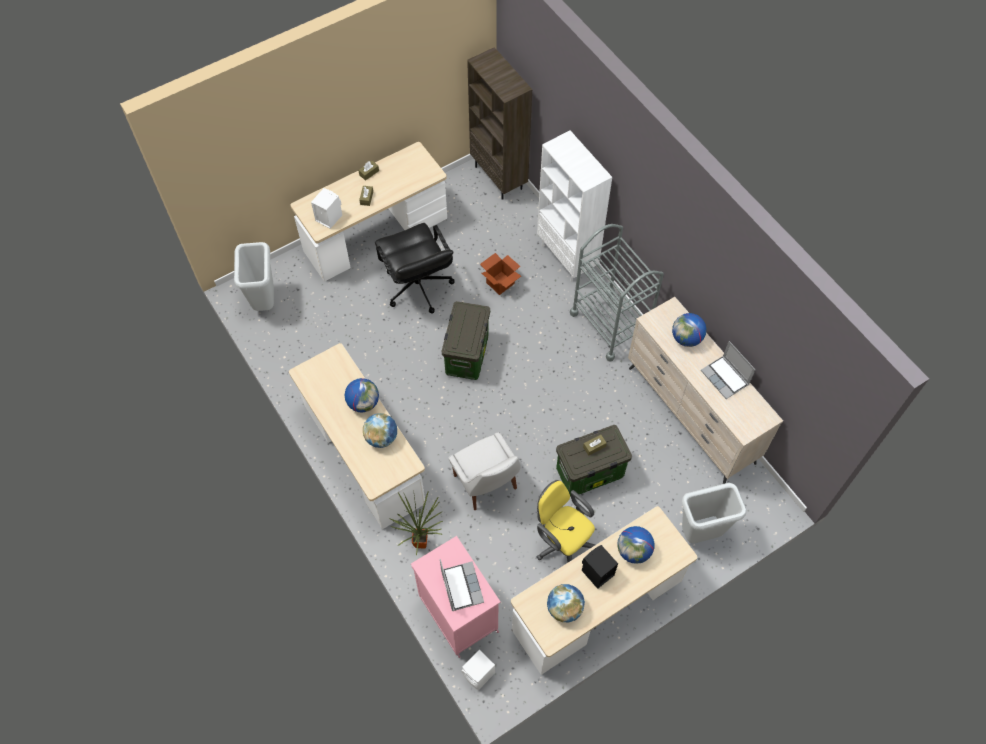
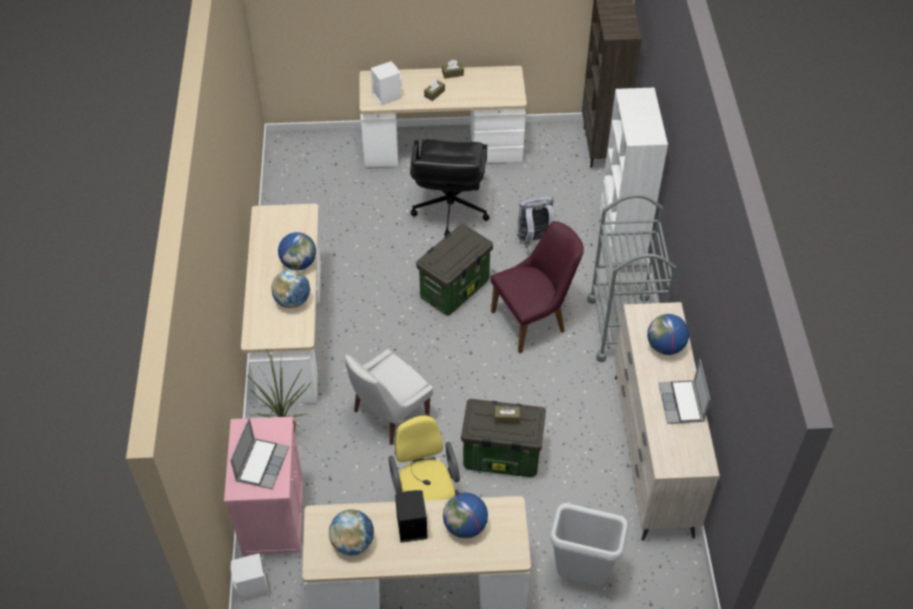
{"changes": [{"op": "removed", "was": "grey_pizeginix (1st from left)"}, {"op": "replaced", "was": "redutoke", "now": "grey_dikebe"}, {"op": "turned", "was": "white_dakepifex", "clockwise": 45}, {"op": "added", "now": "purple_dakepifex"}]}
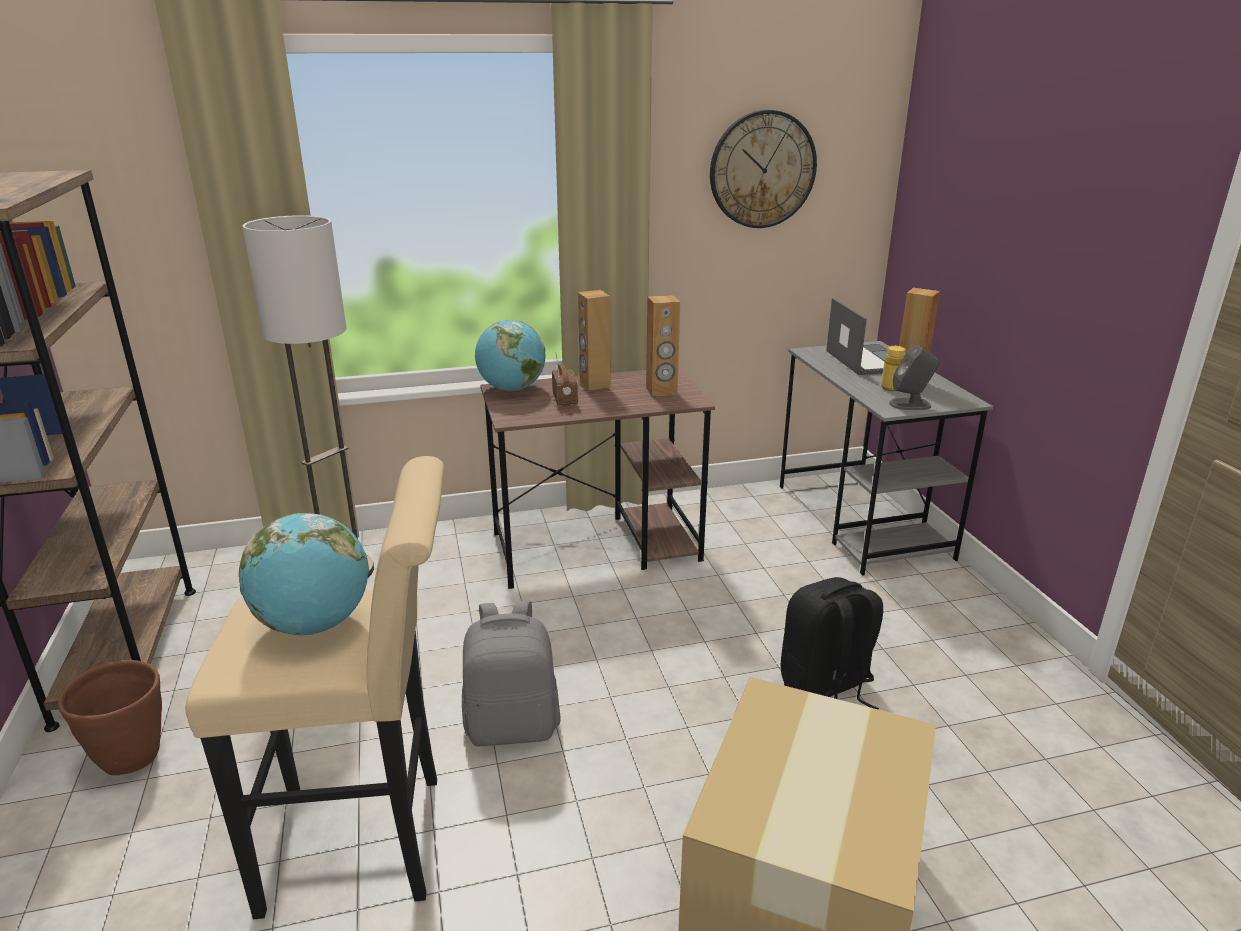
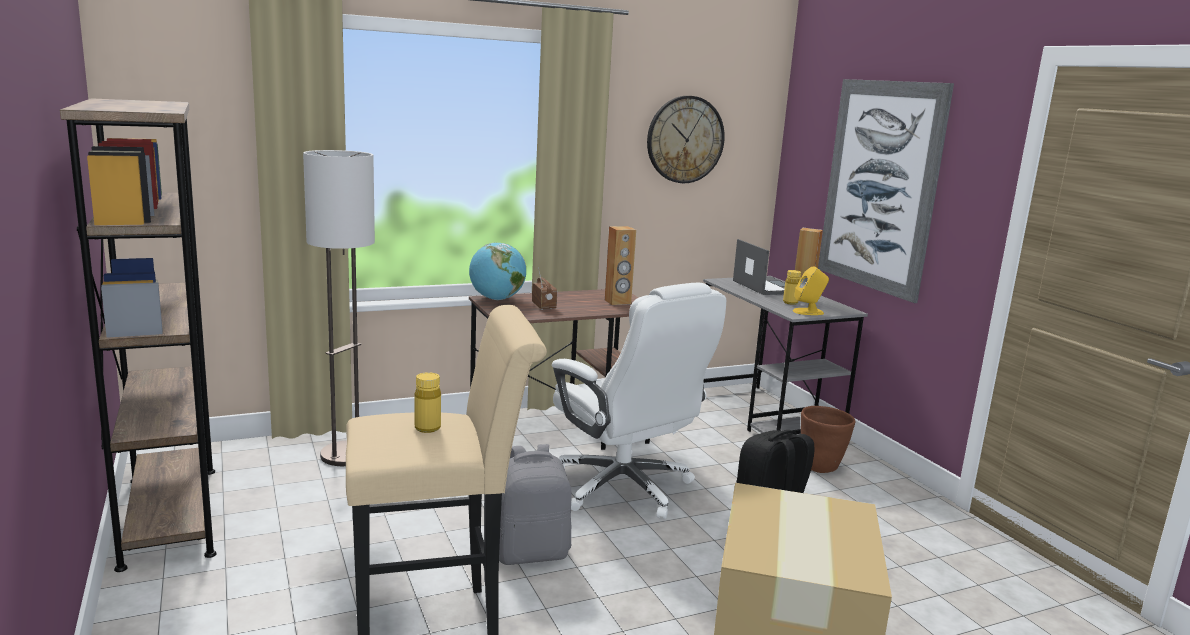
{"changes": [{"op": "removed", "was": "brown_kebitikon (1st from left)"}, {"op": "recoloured", "was": "grey_kebitikon", "now": "yellow_kebitikon"}, {"op": "replaced", "was": "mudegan (1st from left)", "now": "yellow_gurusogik (1st from left)"}, {"op": "moved", "was": "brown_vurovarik"}, {"op": "added", "now": "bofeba"}, {"op": "added", "now": "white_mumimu"}]}
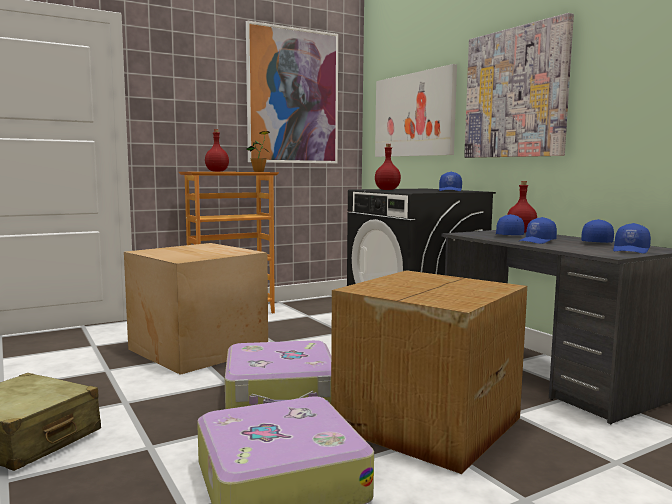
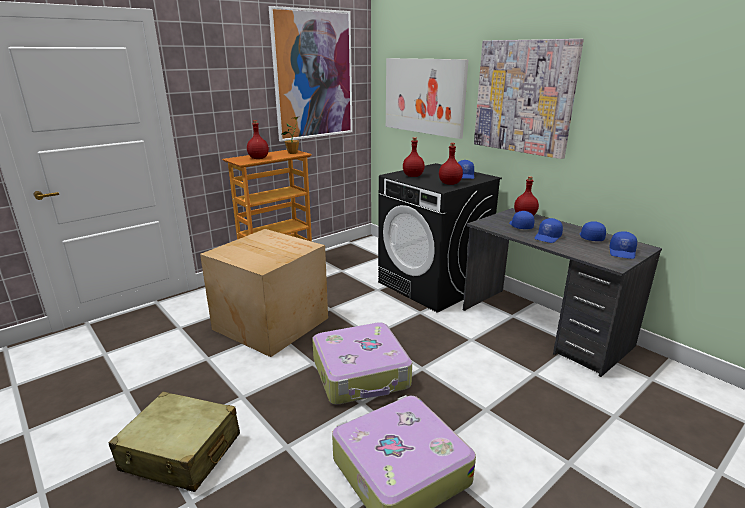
{"changes": [{"op": "removed", "was": "redutoke (2nd from left)"}, {"op": "added", "now": "red_gurusogik (3rd from left)"}]}
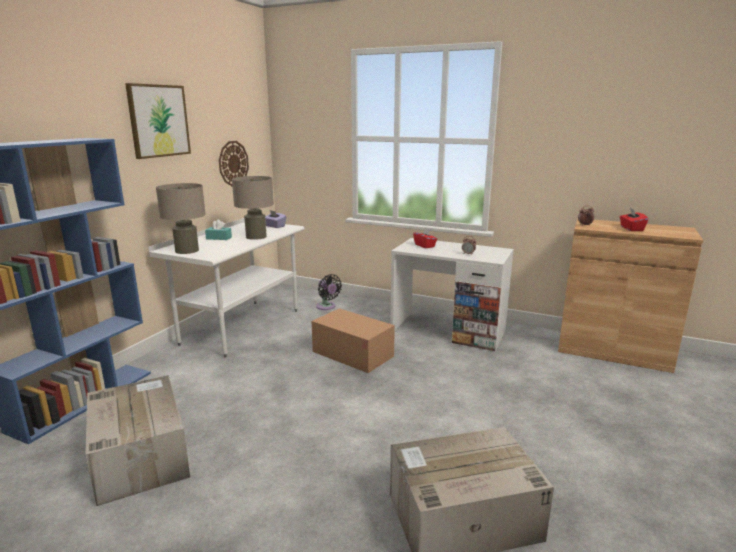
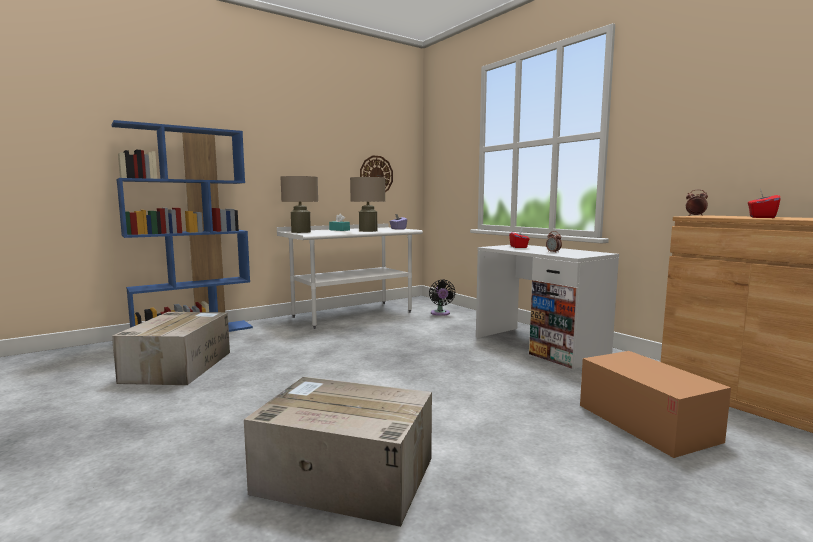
{"changes": [{"op": "removed", "was": "bofeba"}, {"op": "moved", "was": "redutoke (2nd from left in the first image)", "now": "redutoke (3rd from left)"}]}
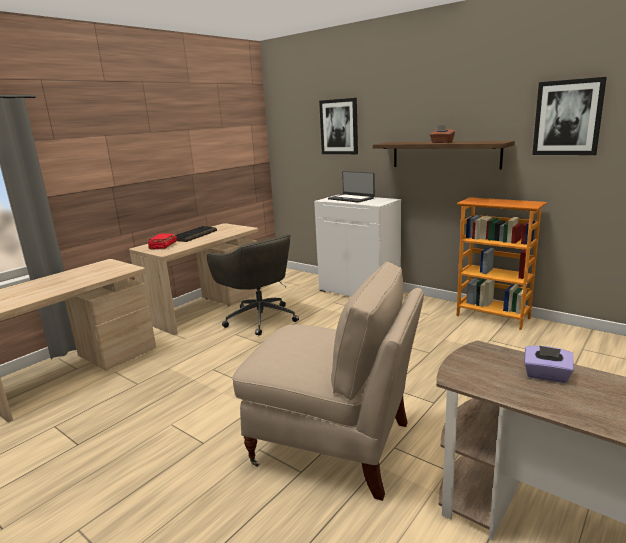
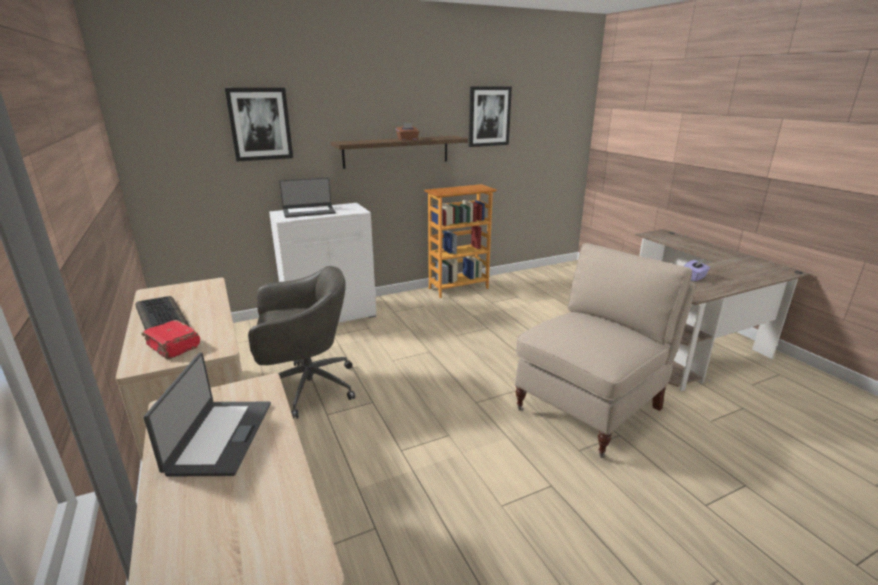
{"changes": [{"op": "added", "now": "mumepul (1st from left)"}]}
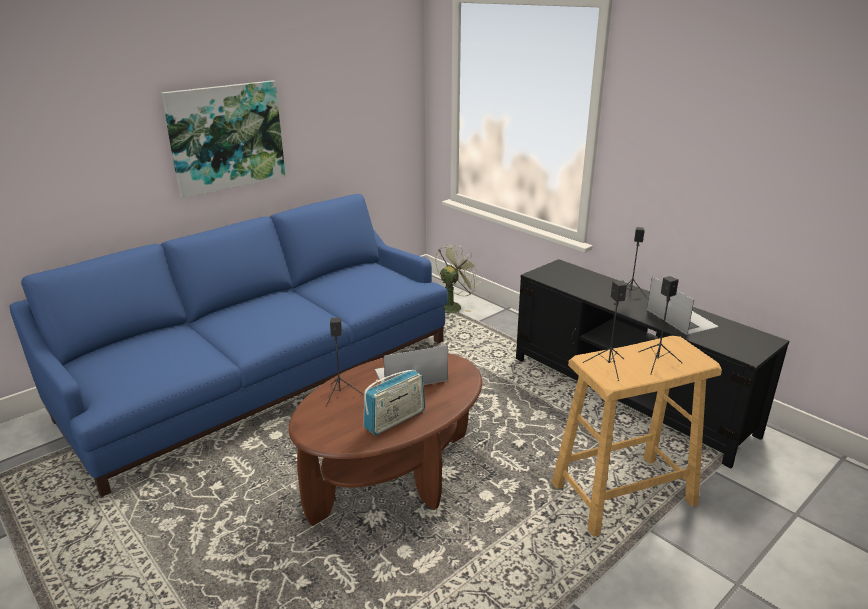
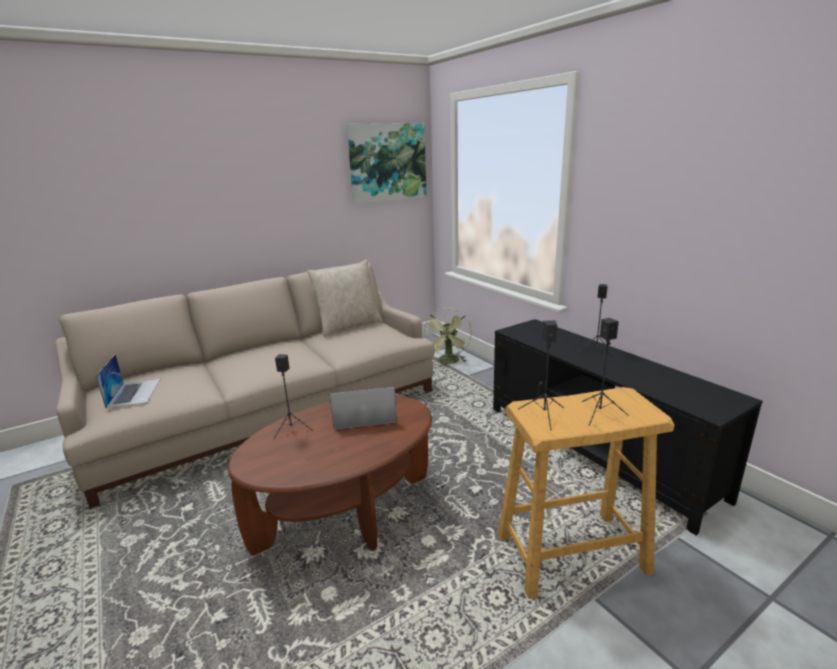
{"changes": [{"op": "moved", "was": "bofeba"}, {"op": "recoloured", "was": "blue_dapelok", "now": "beige_dapelok"}, {"op": "turned", "was": "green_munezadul", "clockwise": 135}, {"op": "moved", "was": "mumepul (2nd from left in the first image)", "now": "mumepul (1st from left)"}, {"op": "removed", "was": "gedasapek"}, {"op": "added", "now": "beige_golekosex"}]}
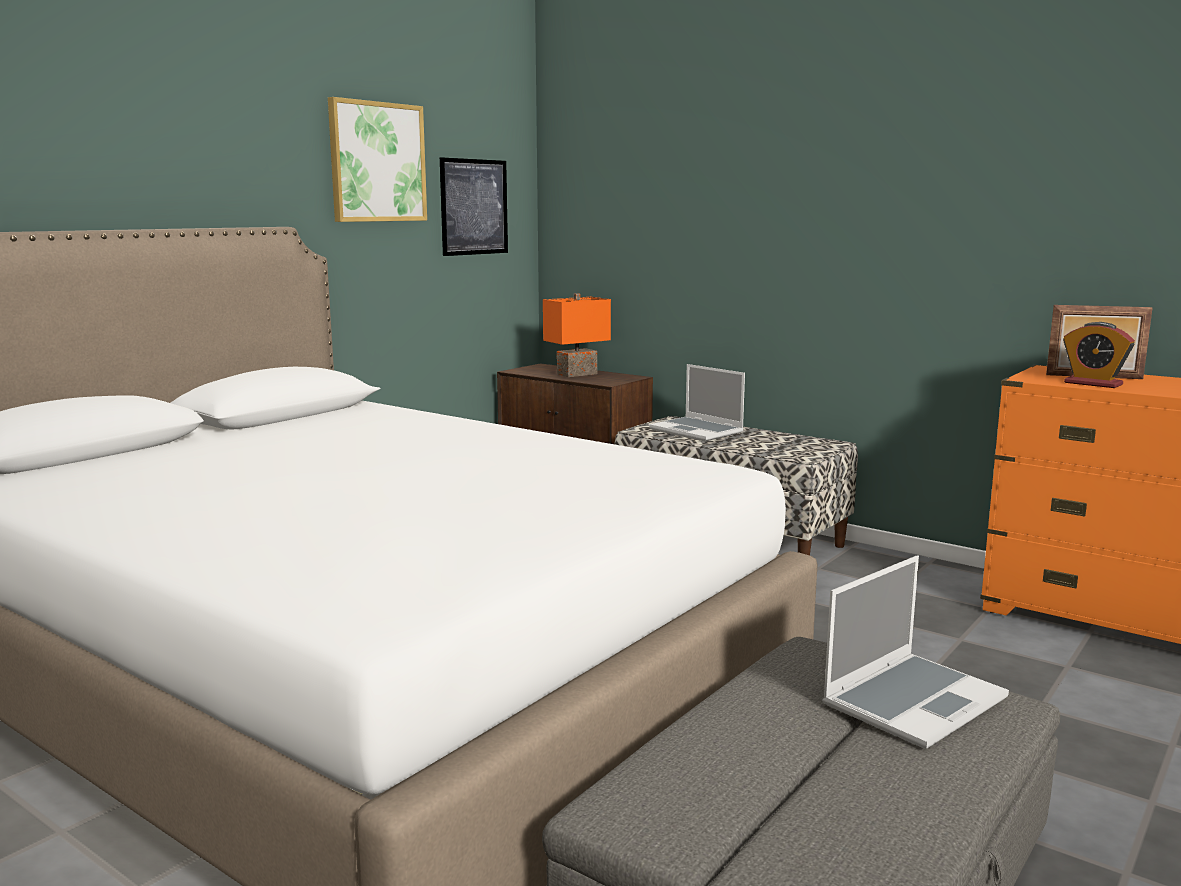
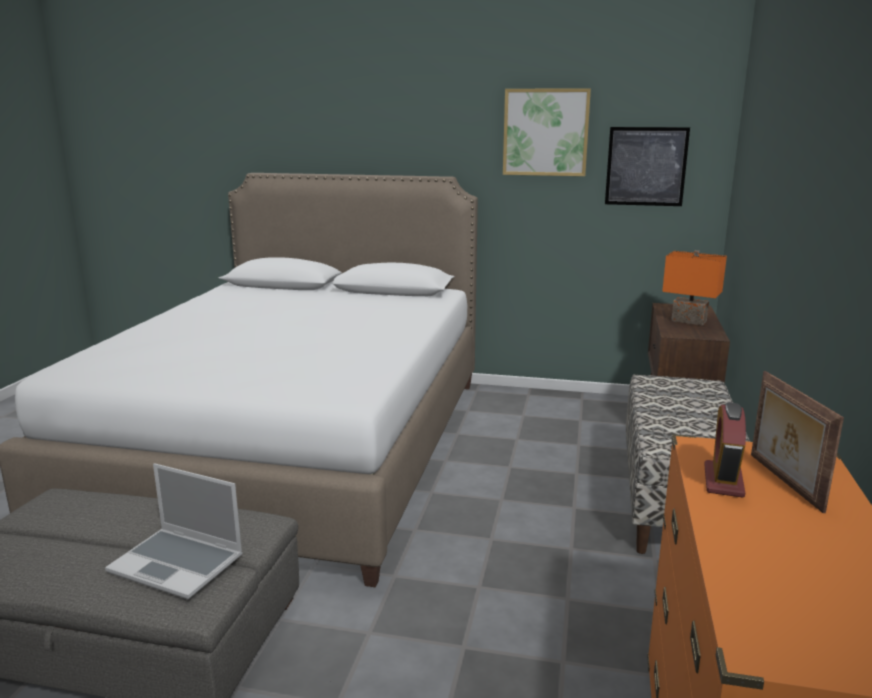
{"changes": [{"op": "removed", "was": "mumepul (1st from left)"}]}
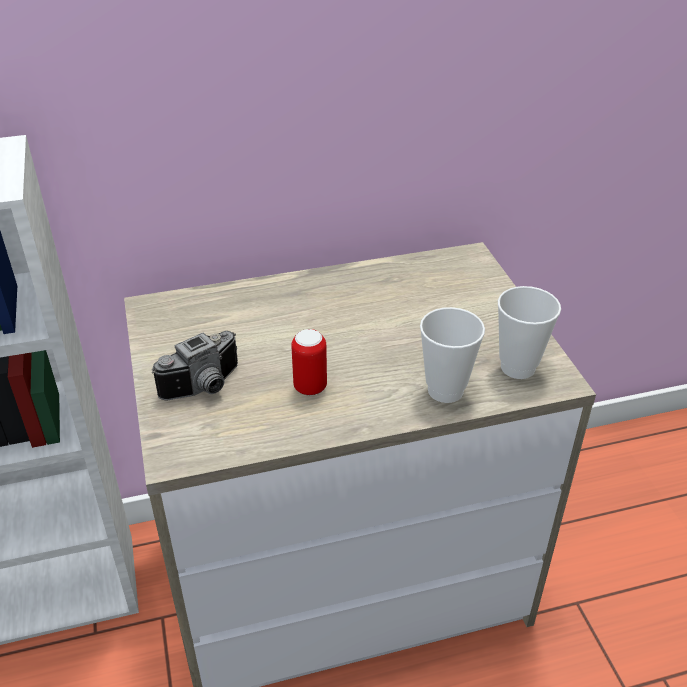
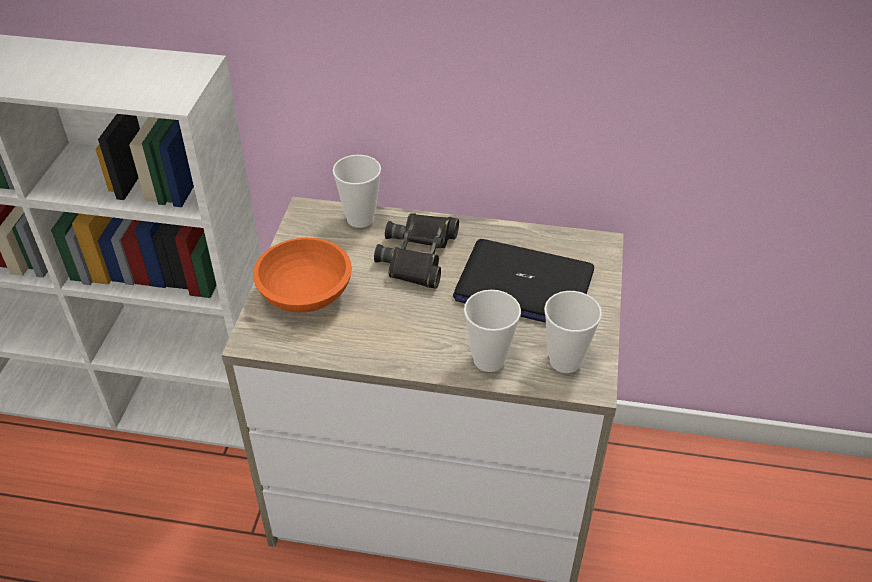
{"changes": [{"op": "removed", "was": "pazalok"}, {"op": "replaced", "was": "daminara", "now": "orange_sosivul"}, {"op": "added", "now": "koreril (1st from left)"}, {"op": "added", "now": "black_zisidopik"}, {"op": "added", "now": "mumepul"}]}
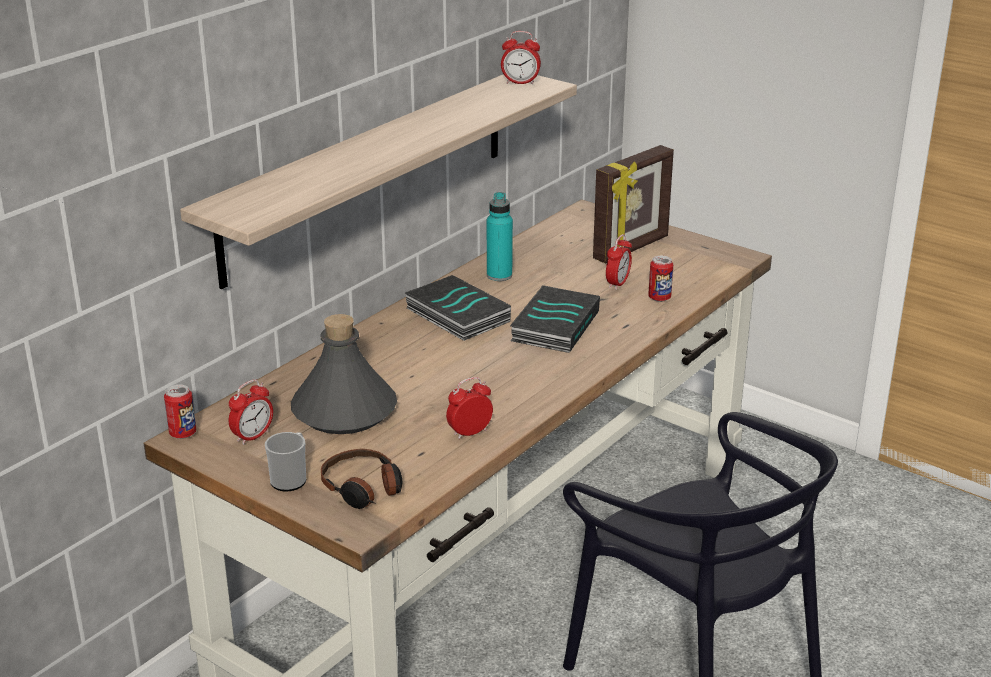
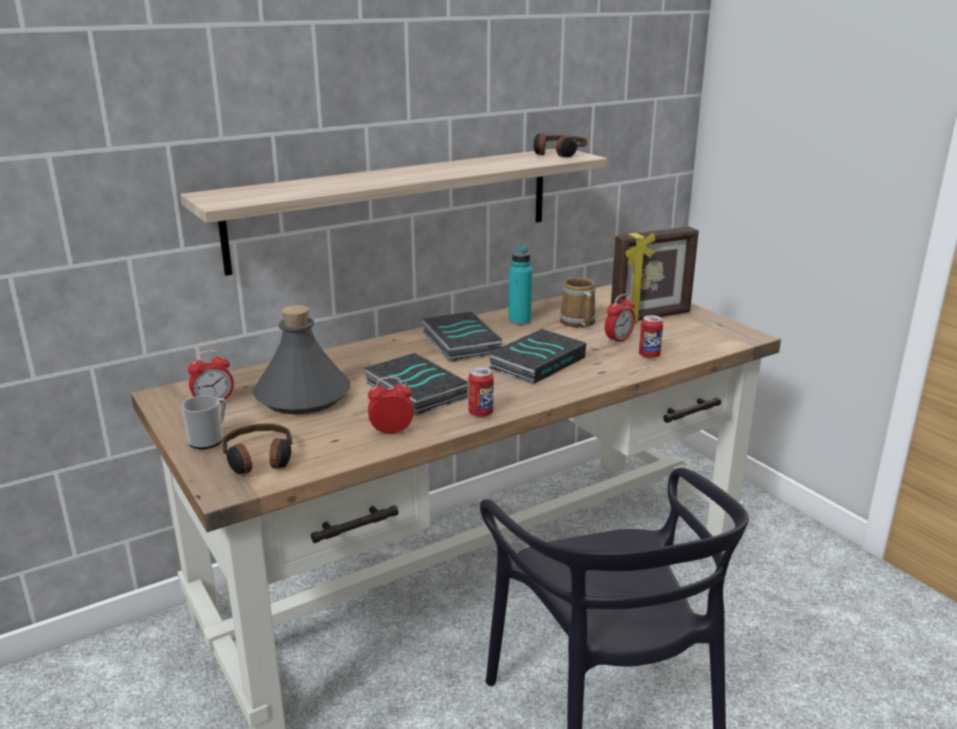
{"changes": [{"op": "replaced", "was": "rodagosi (3rd from left)", "now": "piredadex (2nd from left)"}, {"op": "moved", "was": "pazalok (1st from left)"}, {"op": "added", "now": "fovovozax (2nd from left)"}, {"op": "added", "now": "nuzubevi (1st from left)"}]}
